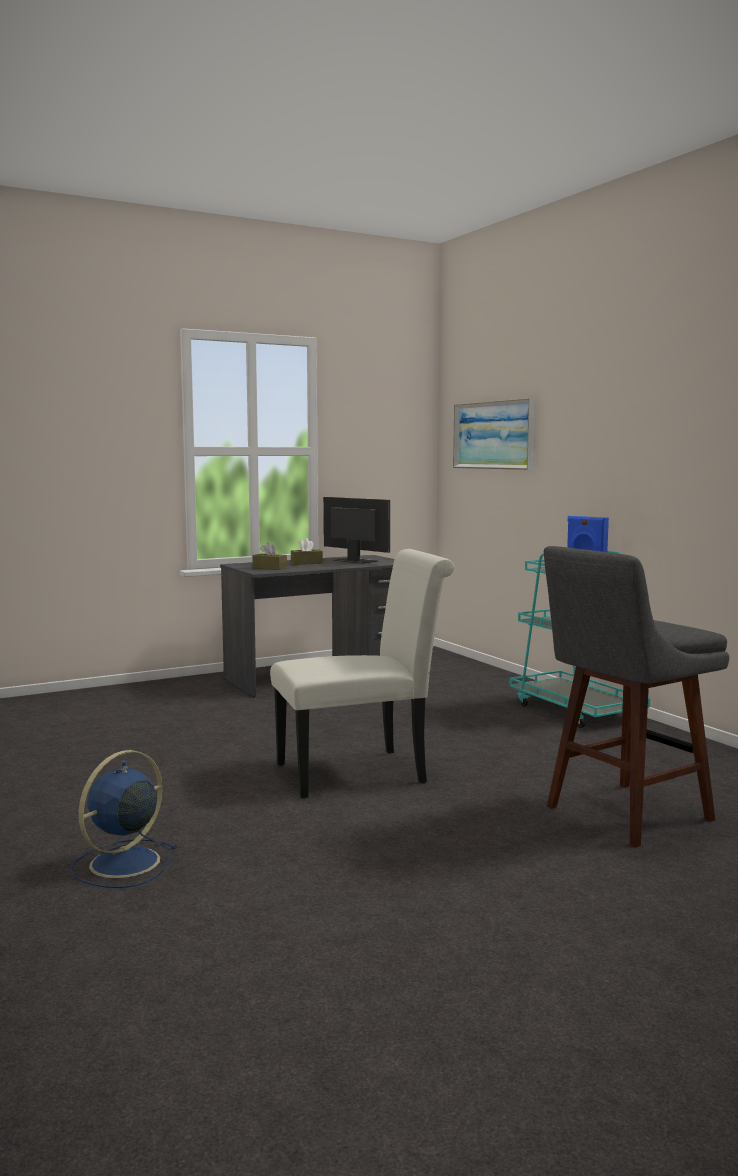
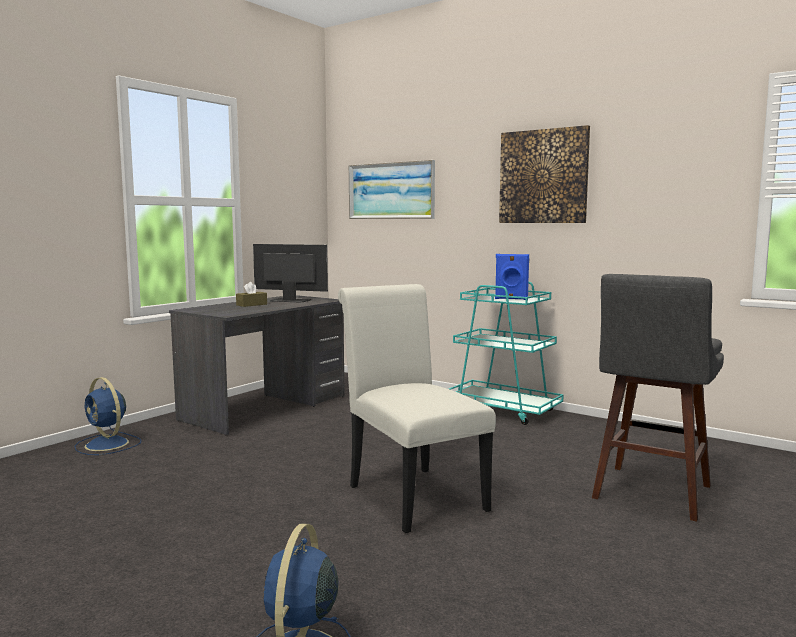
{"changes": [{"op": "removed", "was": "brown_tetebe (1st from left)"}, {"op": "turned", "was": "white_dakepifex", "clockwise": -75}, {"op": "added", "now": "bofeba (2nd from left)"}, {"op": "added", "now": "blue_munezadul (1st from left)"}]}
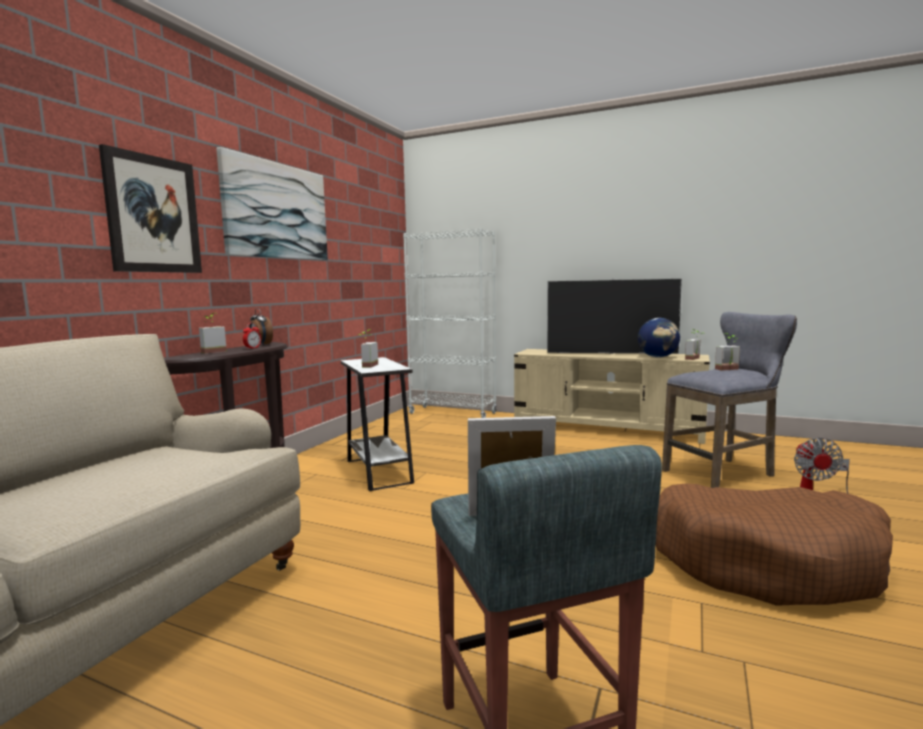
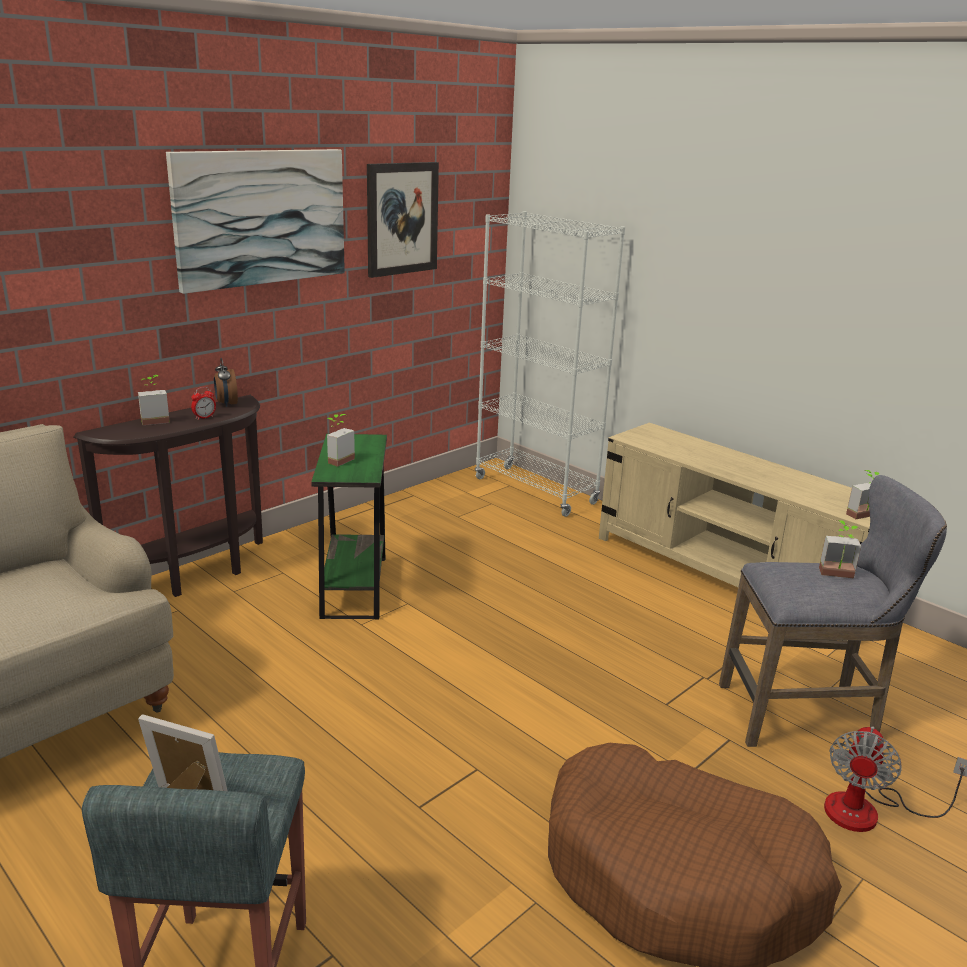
{"changes": [{"op": "moved", "was": "bofeba (1st from left in the first image)", "now": "bofeba (2nd from left)"}, {"op": "removed", "was": "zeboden"}, {"op": "removed", "was": "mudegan"}, {"op": "recoloured", "was": "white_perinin", "now": "green_perinin"}]}
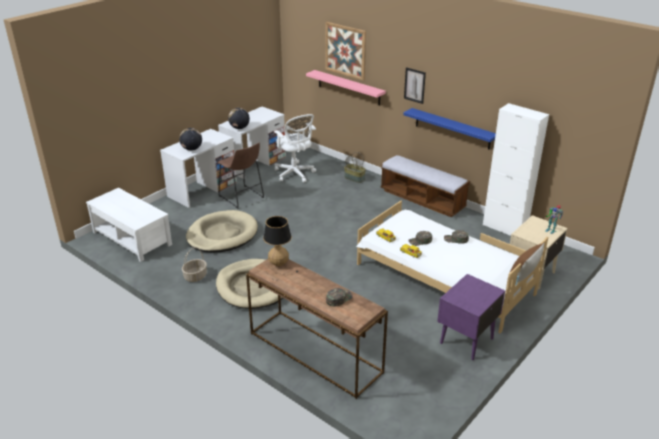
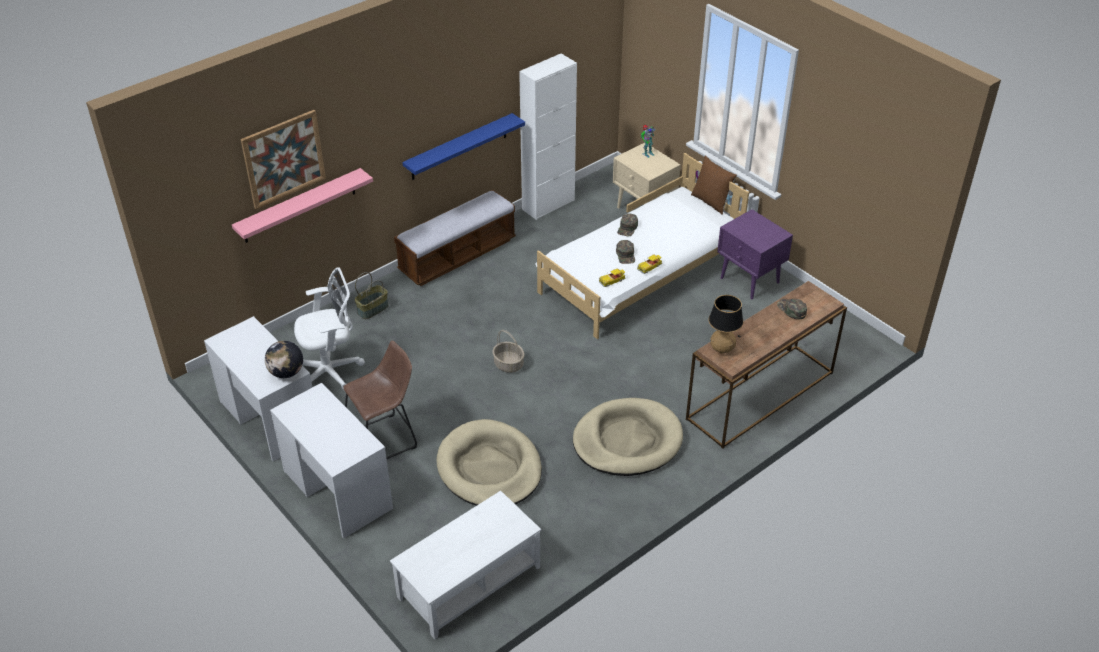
{"changes": [{"op": "removed", "was": "bofeba (2nd from left)"}, {"op": "removed", "was": "mudegan (1st from left)"}, {"op": "moved", "was": "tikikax (1st from left in the first image)", "now": "tikikax (2nd from left)"}]}
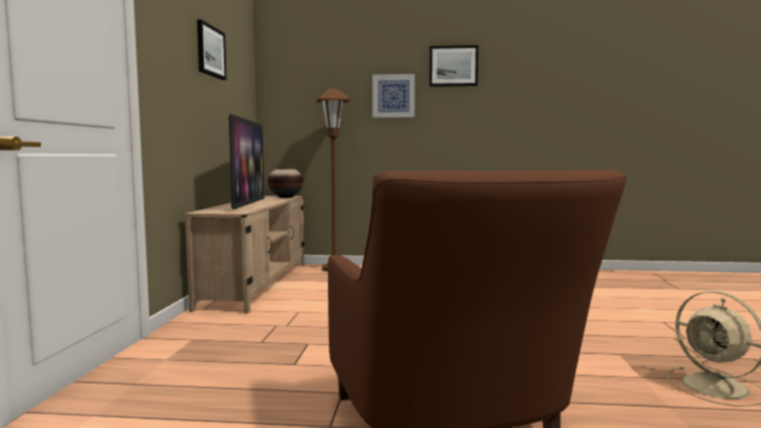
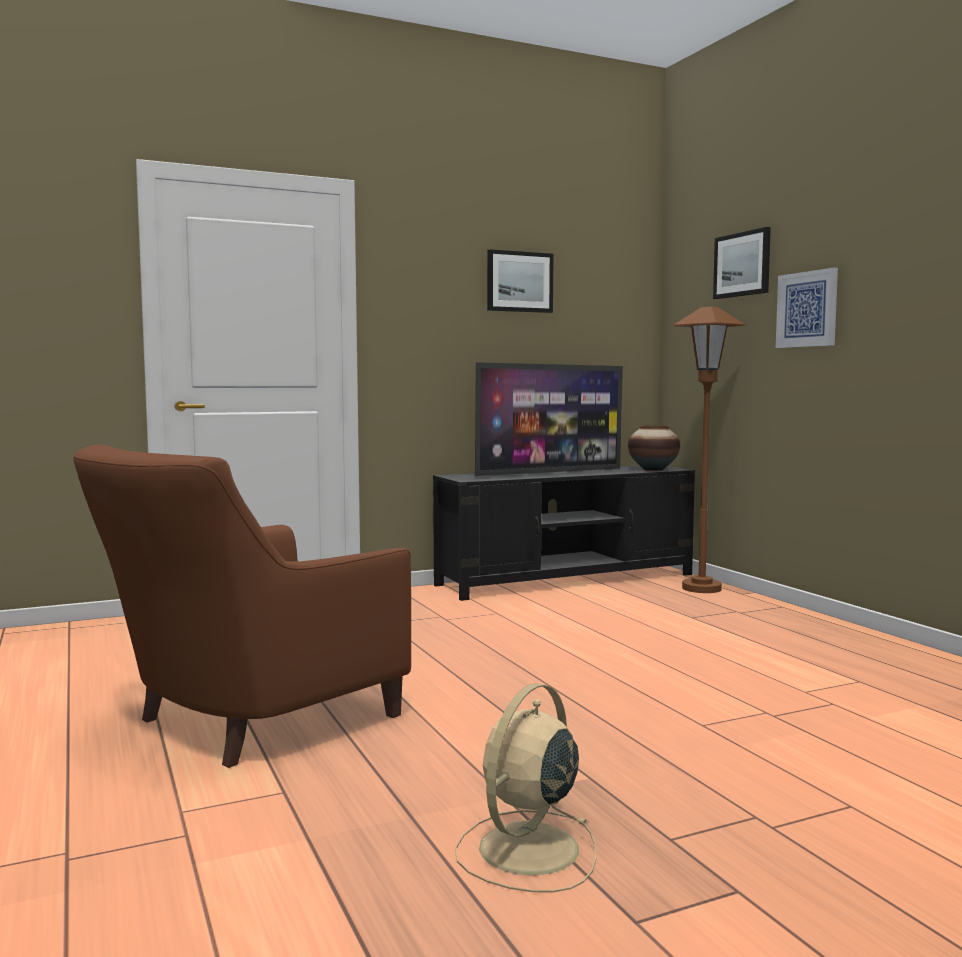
{"changes": [{"op": "moved", "was": "bofeba (3rd from left in the first image)", "now": "bofeba (2nd from left)"}, {"op": "recoloured", "was": "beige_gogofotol", "now": "black_gogofotol"}]}
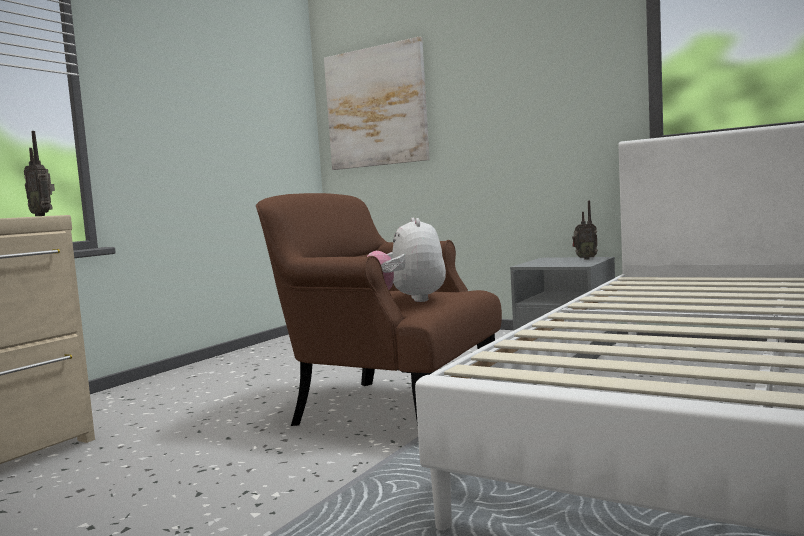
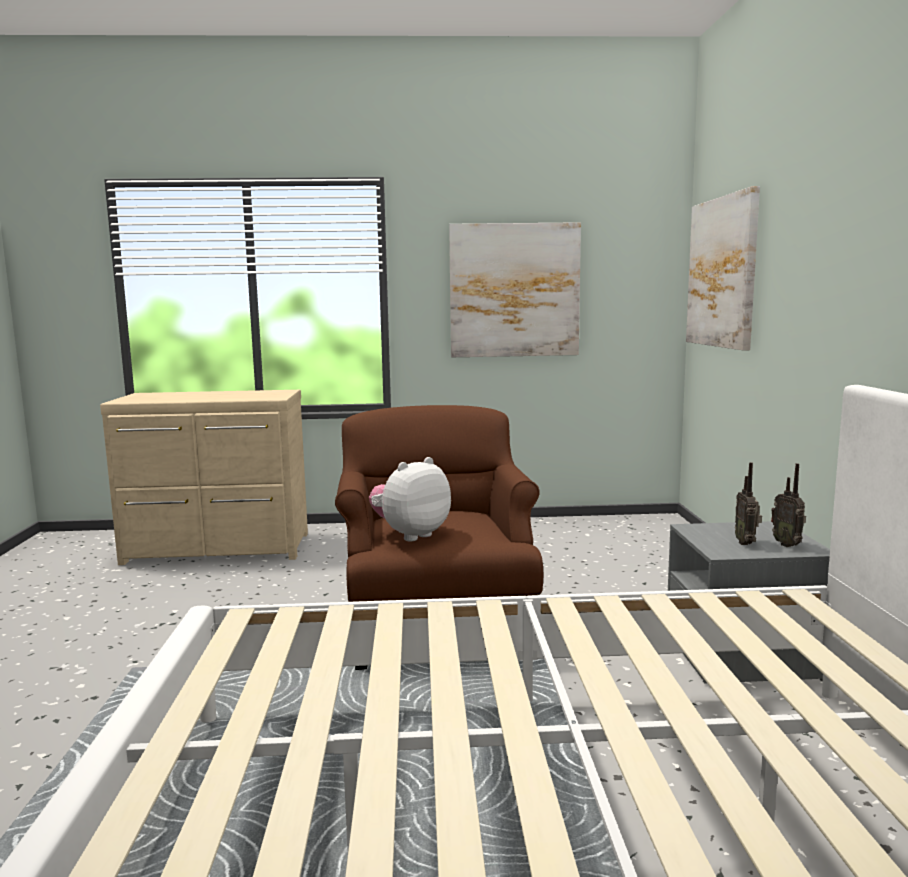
{"changes": [{"op": "moved", "was": "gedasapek (1st from left)"}, {"op": "added", "now": "bofeba (1st from left)"}]}
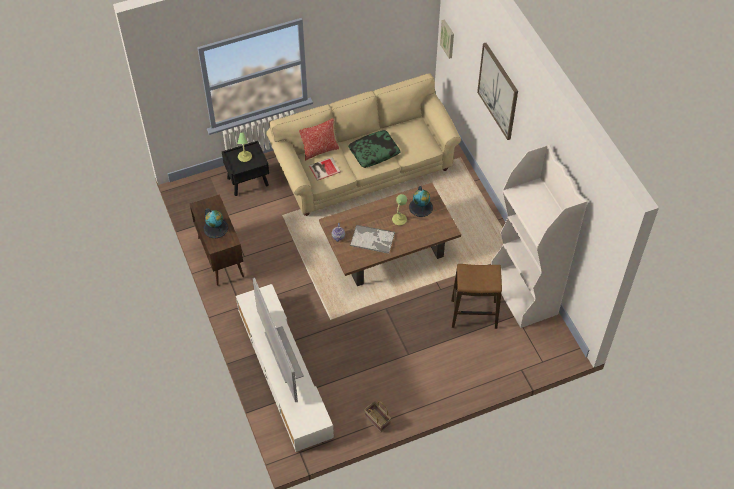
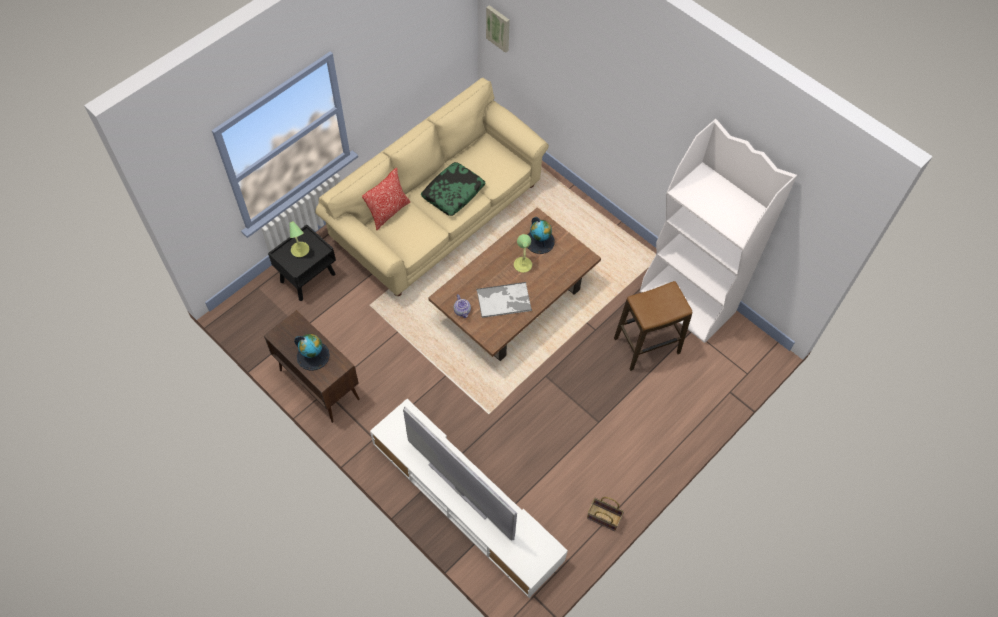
{"changes": [{"op": "removed", "was": "bofeba (2nd from left)"}, {"op": "removed", "was": "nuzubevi"}]}
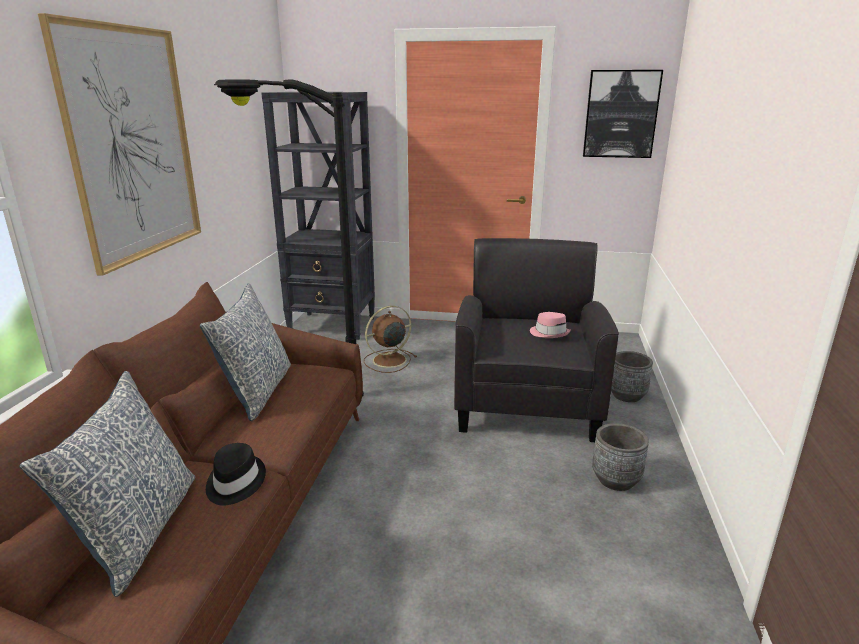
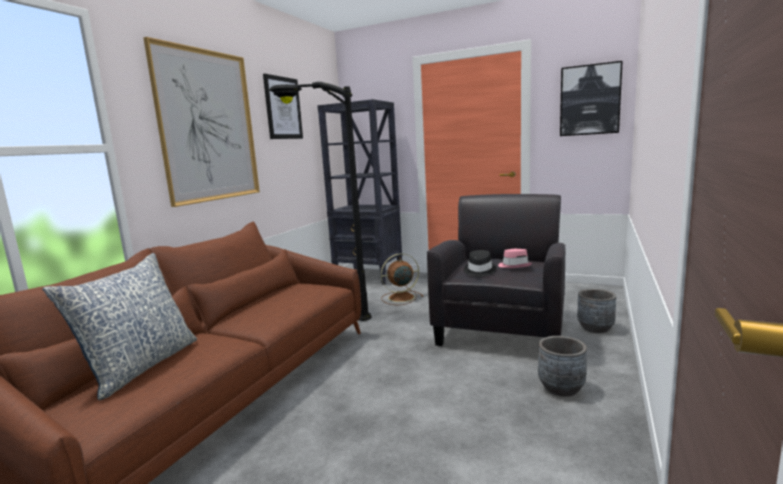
{"changes": [{"op": "removed", "was": "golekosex (2nd from left)"}, {"op": "moved", "was": "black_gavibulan"}, {"op": "added", "now": "bofeba (2nd from left)"}]}
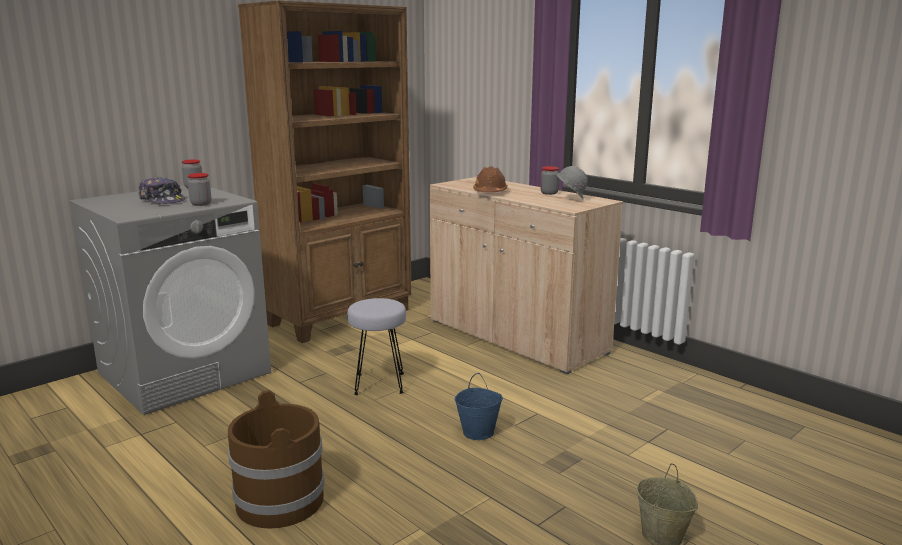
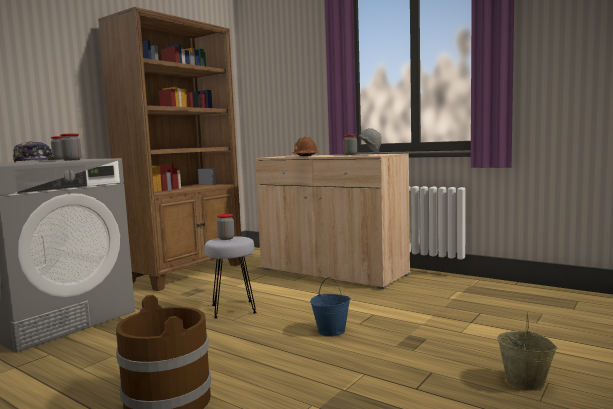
{"changes": [{"op": "added", "now": "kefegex (3rd from left)"}]}
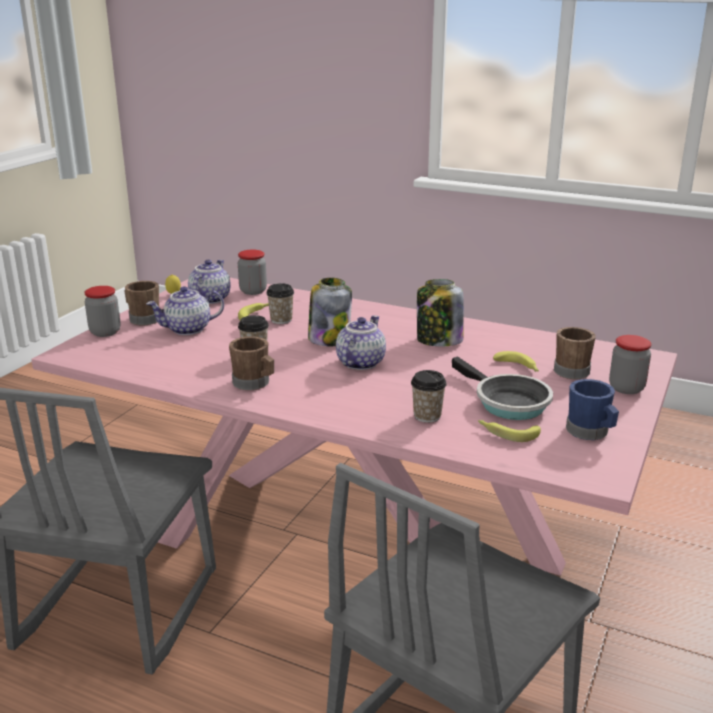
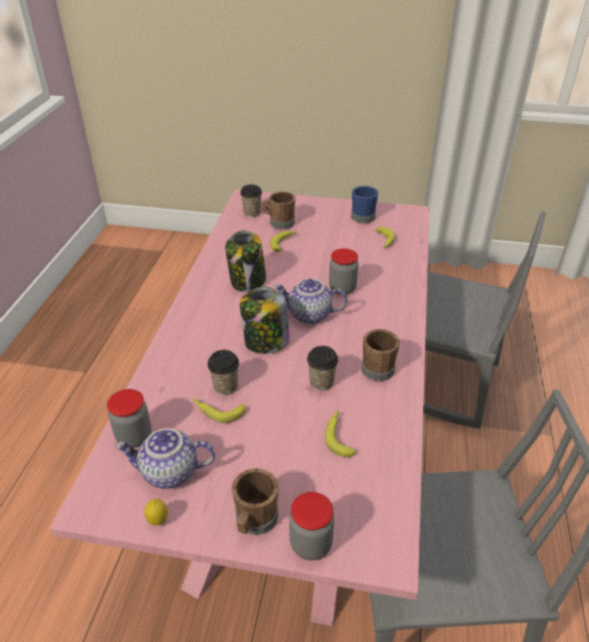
{"changes": [{"op": "removed", "was": "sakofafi (1st from left)"}, {"op": "moved", "was": "kefegex (5th from left)"}, {"op": "removed", "was": "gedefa"}, {"op": "moved", "was": "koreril (3rd from left in the first image)", "now": "koreril (2nd from left)"}, {"op": "added", "now": "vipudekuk (3rd from left)"}]}
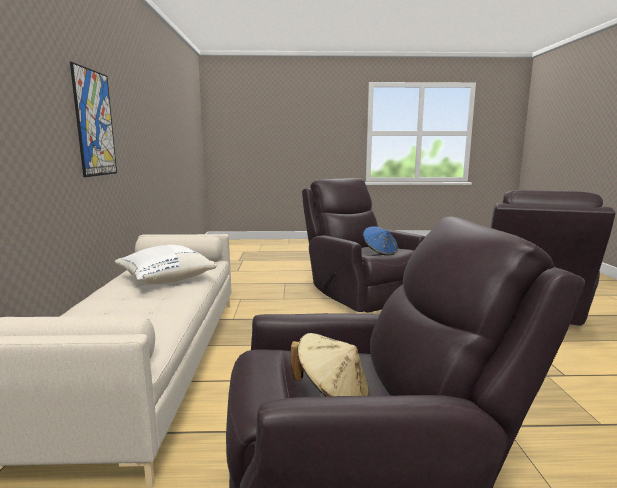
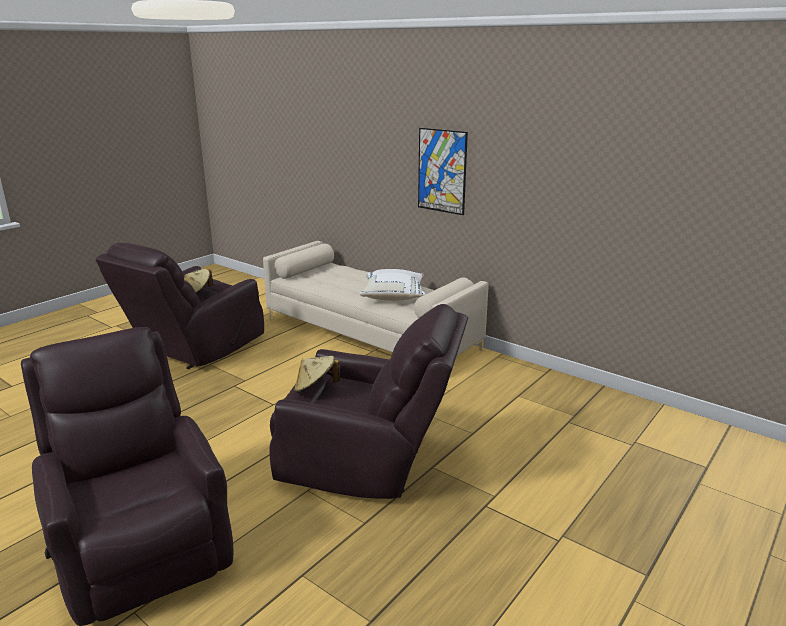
{"changes": [{"op": "recoloured", "was": "blue_gavibulan", "now": "beige_gavibulan (2nd from left)"}]}
